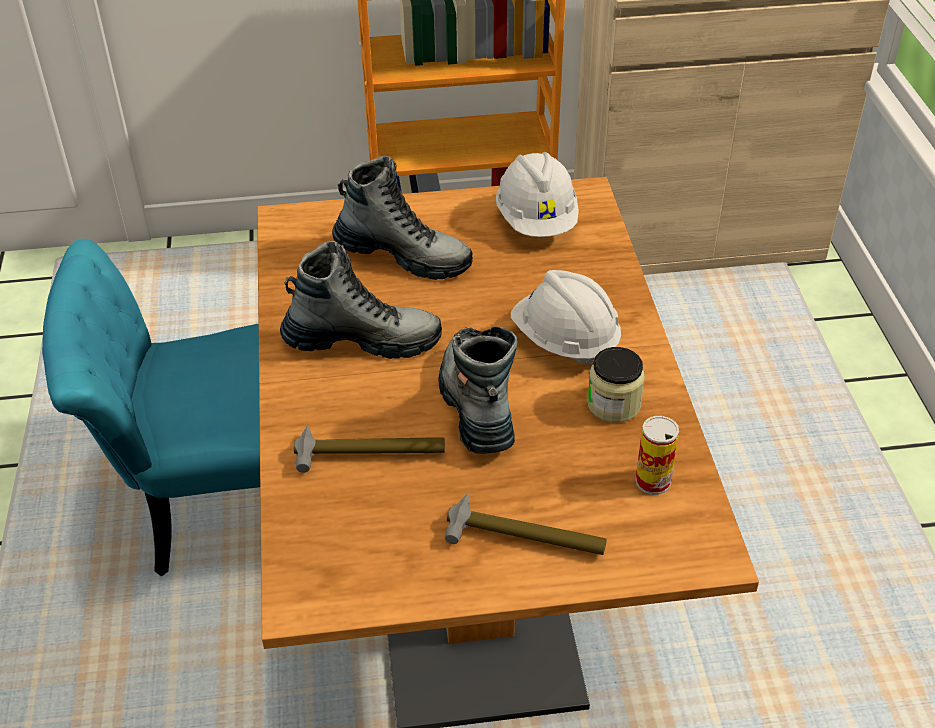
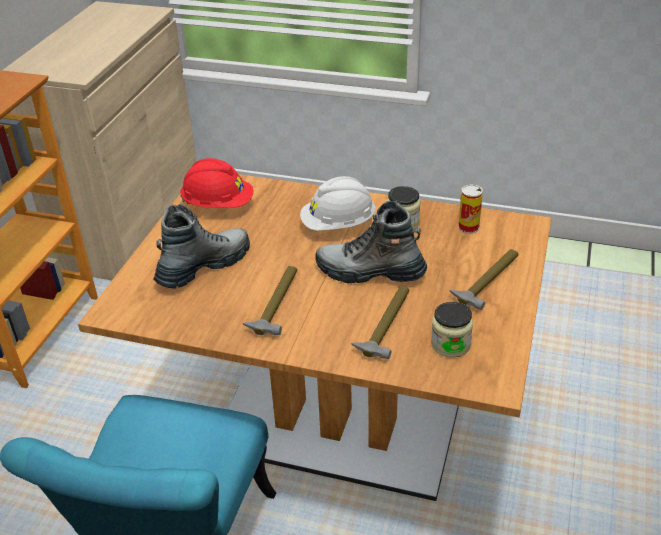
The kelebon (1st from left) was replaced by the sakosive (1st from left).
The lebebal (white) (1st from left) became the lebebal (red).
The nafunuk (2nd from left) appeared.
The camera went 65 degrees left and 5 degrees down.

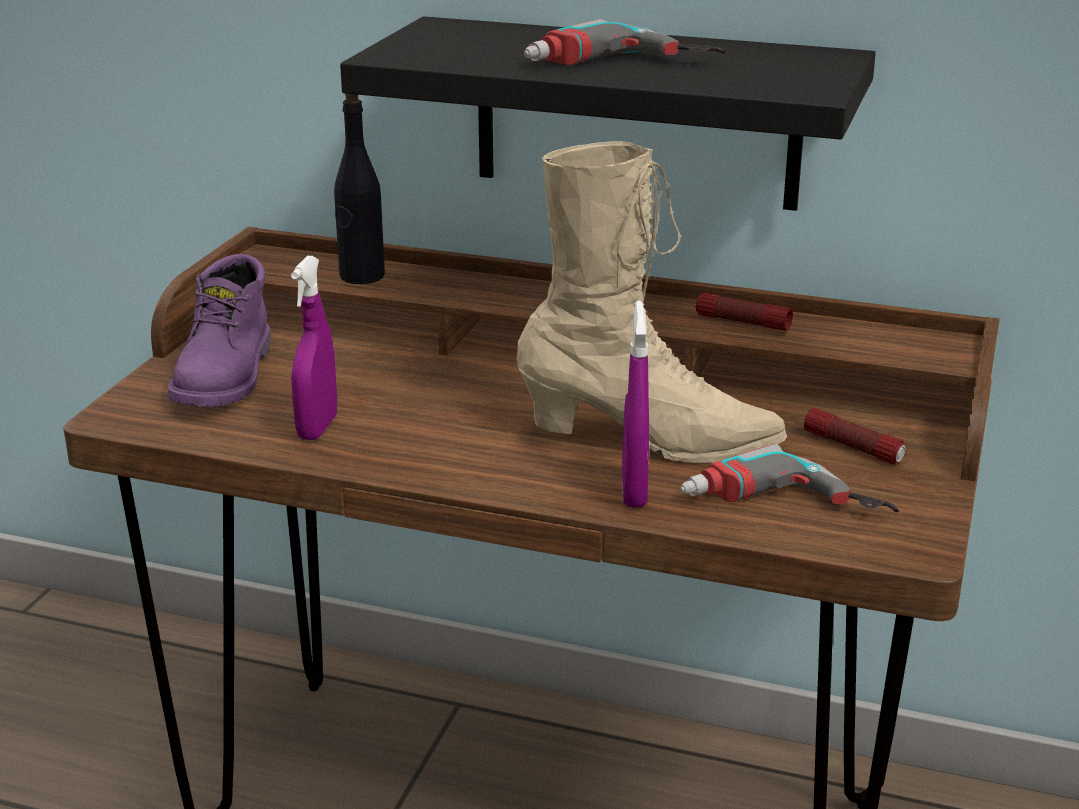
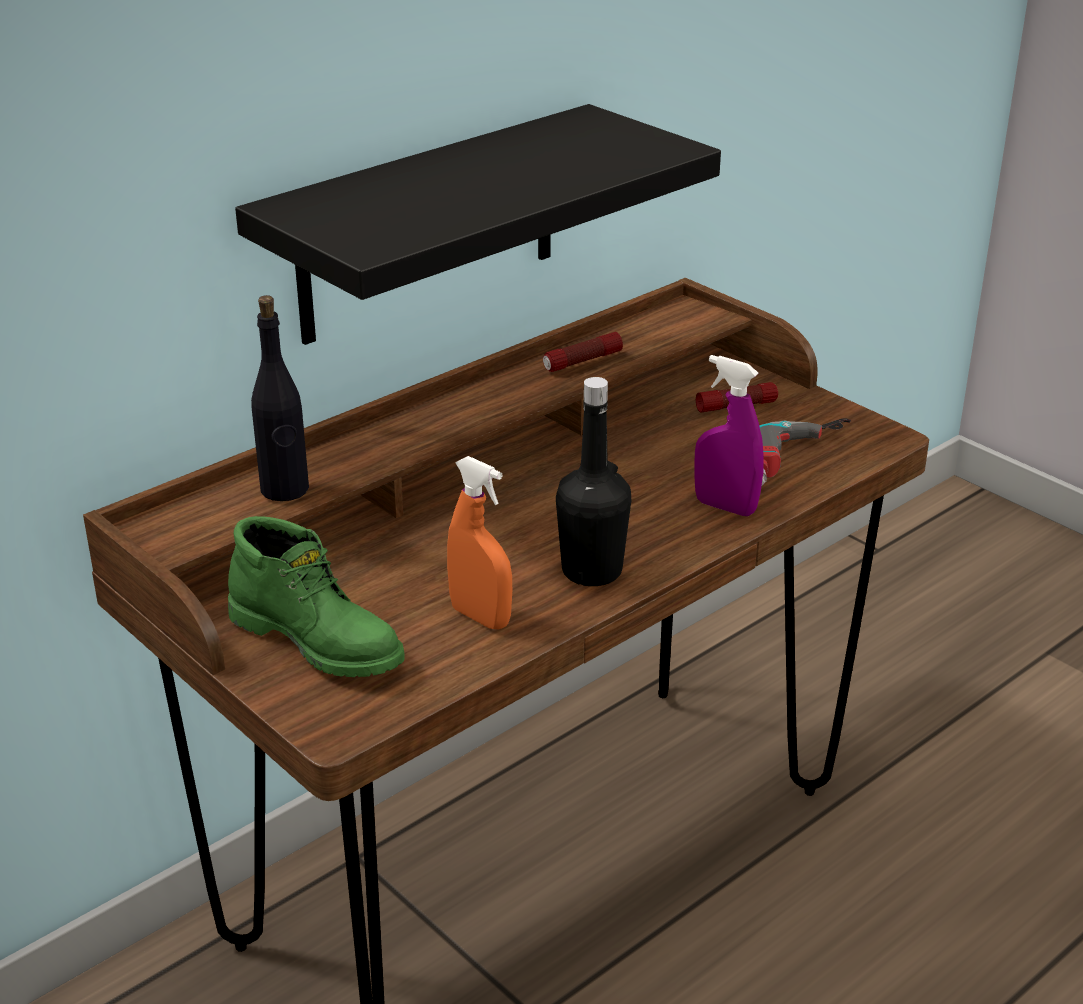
The kelebon (purple) became the kelebon (green).
The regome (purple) (1st from left) became the regome (orange).
The kelebon (beige) disappeared.
The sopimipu (1st from left) disappeared.
The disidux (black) (2nd from left) appeared.
The camera went 60 degrees left and 5 degrees up.

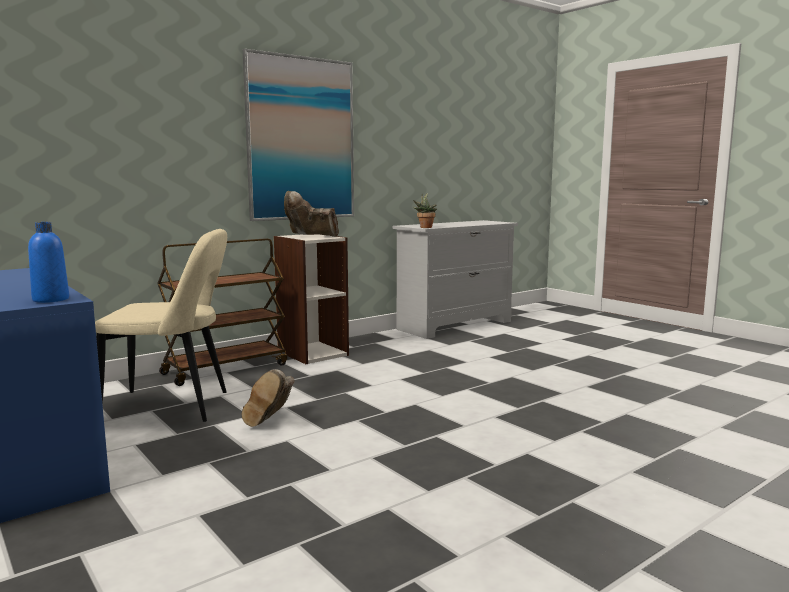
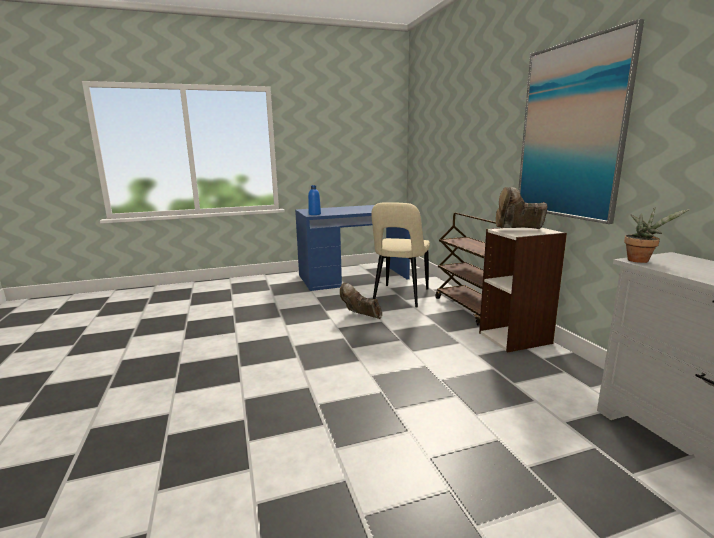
The kelebon (brown) (2nd from left) turned 120 degrees counterclockwise.
The camera went 110 degrees right and 5 degrees up.

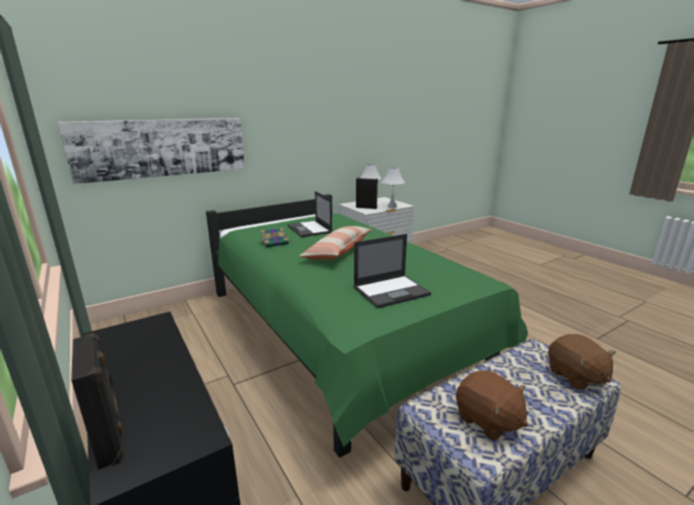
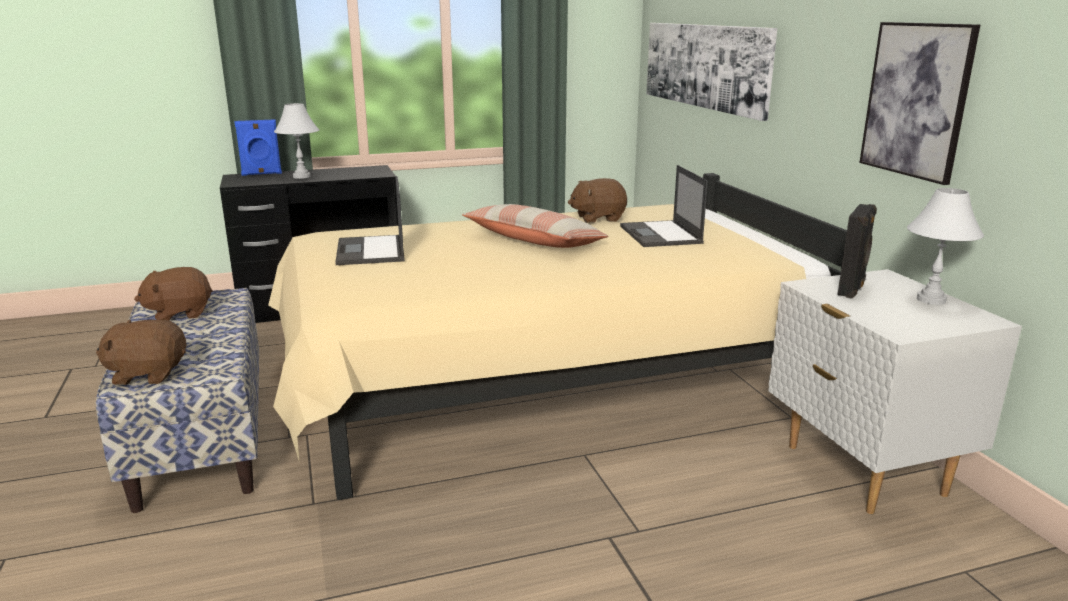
The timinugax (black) (1st from left) became the timinugax (blue).
The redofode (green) became the redofode (beige).
The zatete was replaced by the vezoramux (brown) (3rd from left).
The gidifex (1st from left in the first image) turned 90 degrees counterclockwise.
The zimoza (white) (2nd from left in the first image) moved.
The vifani (2nd from left) appeared.
The camera went 105 degrees right and 0 degrees up.

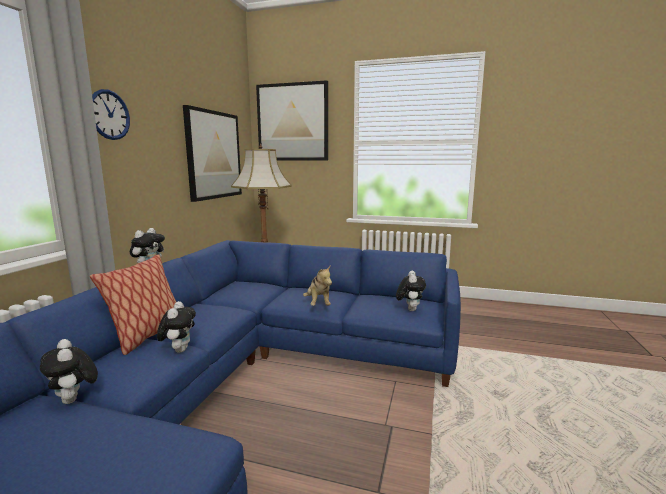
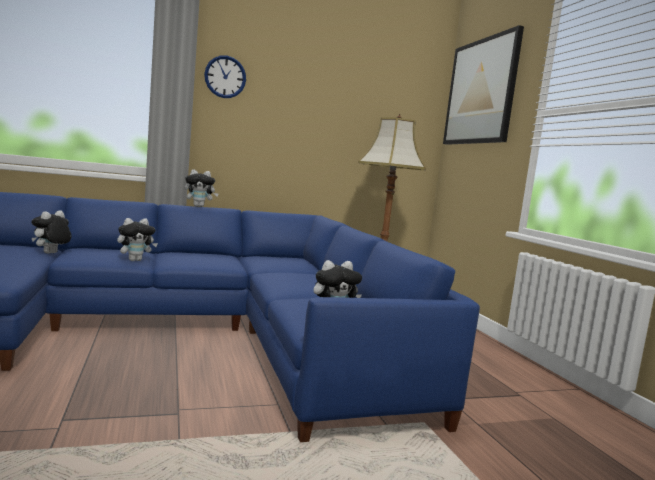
The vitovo disappeared.
The vifani (1st from left) disappeared.
The vezoramux (4th from left) disappeared.
The camera went 55 degrees right and 5 degrees down.

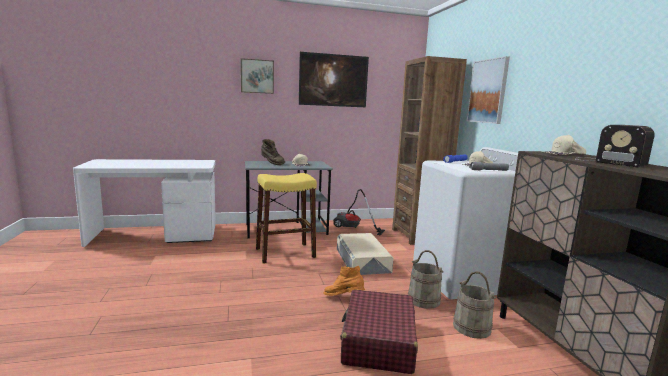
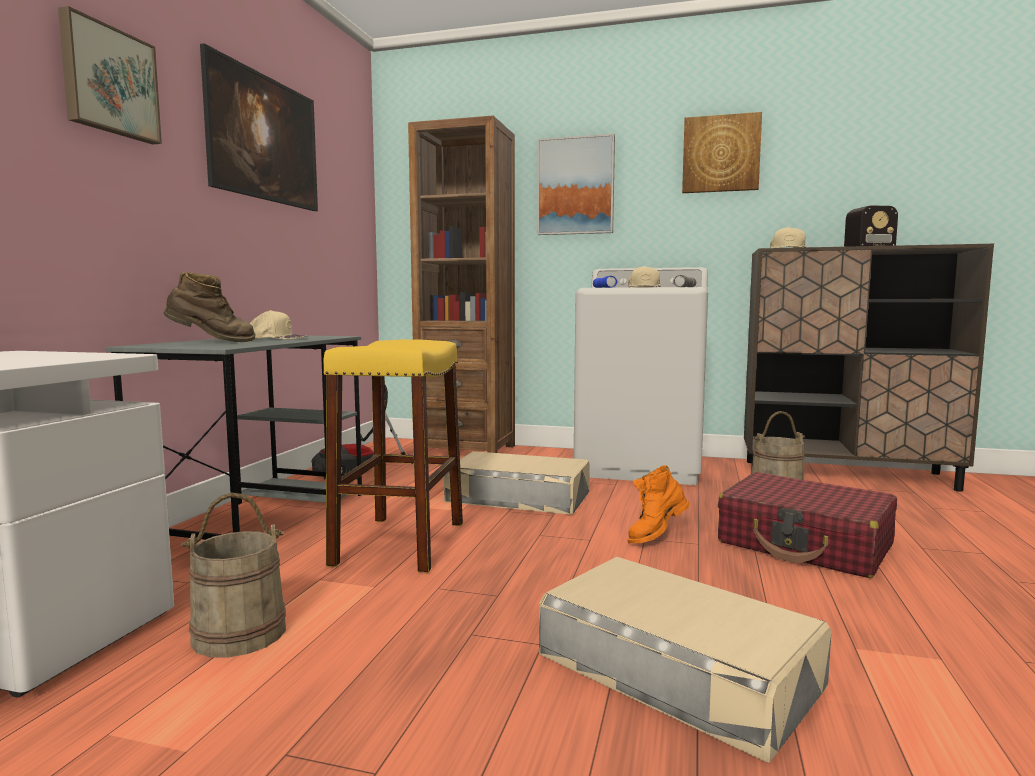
The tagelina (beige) (1st from left) moved.
The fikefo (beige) (2nd from left) appeared.
The vifani (4th from left) appeared.
The camera went 60 degrees left and 5 degrees down.

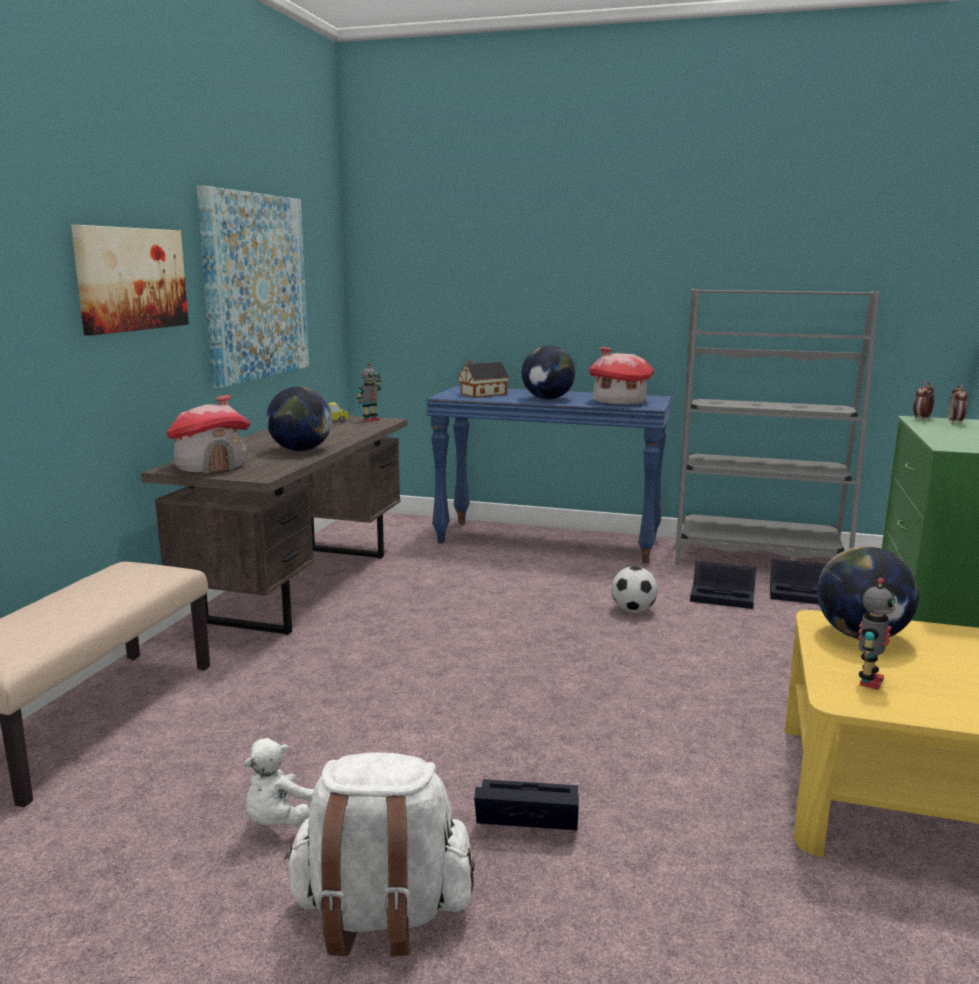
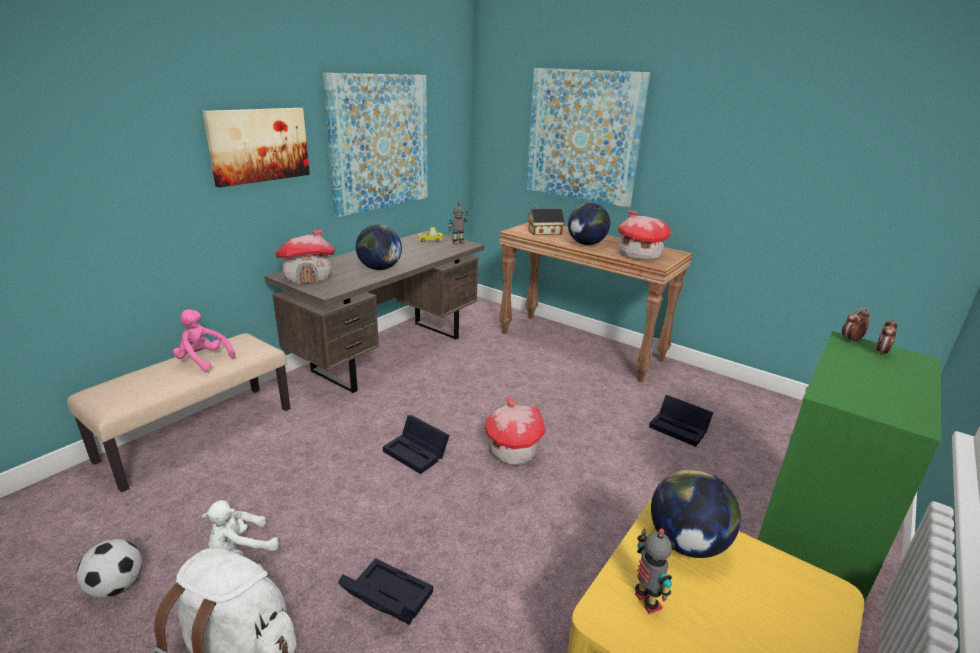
The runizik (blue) became the runizik (brown).
The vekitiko moved.
The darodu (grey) disappeared.
The fikefo (black) (3rd from left in the first image) moved.
The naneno (2nd from left) turned 75 degrees counterclockwise.
The vezoramux (pink) appeared.
The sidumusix (2nd from left) appeared.
The vifani (3rd from left) appeared.
The camera went 20 degrees right and 10 degrees up.

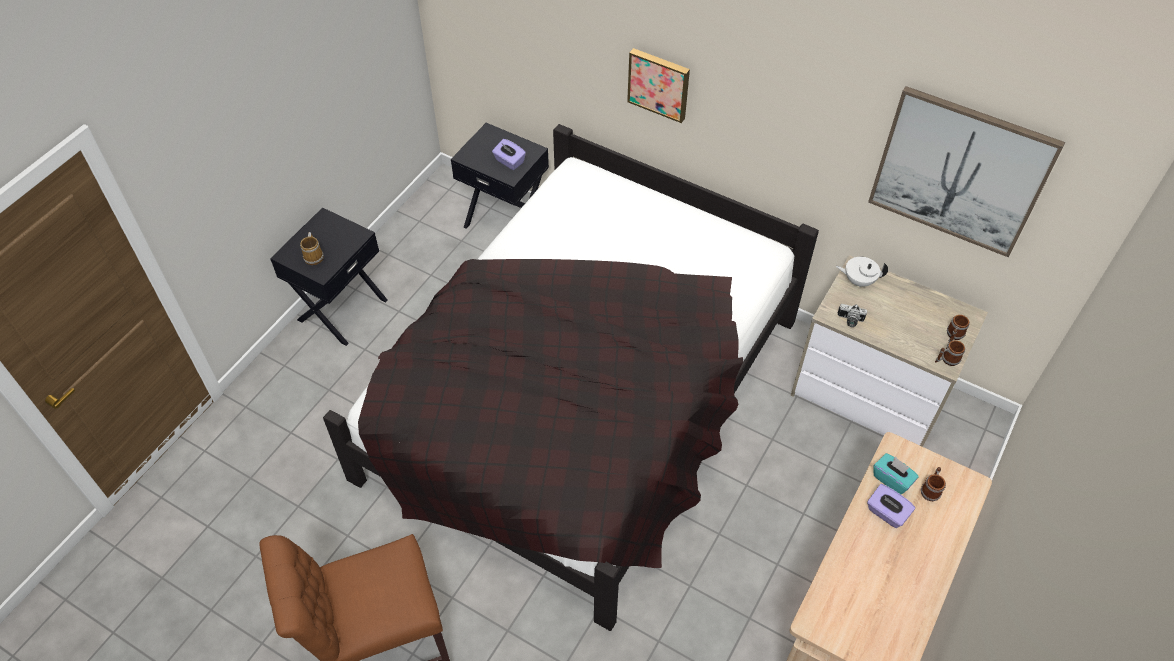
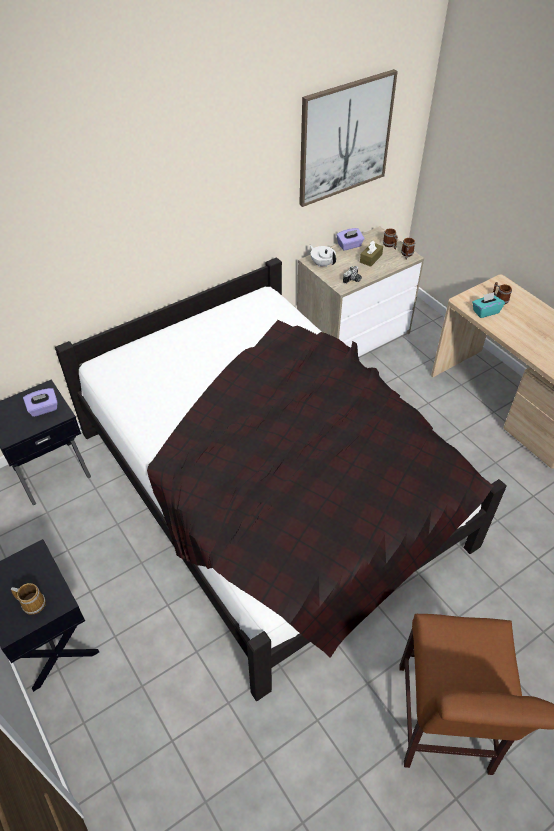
The vifani (1st from left) disappeared.
The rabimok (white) turned 105 degrees clockwise.
The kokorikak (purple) (2nd from left) moved.
The kokorikak (brown) appeared.
The camera went 65 degrees left and 5 degrees down.

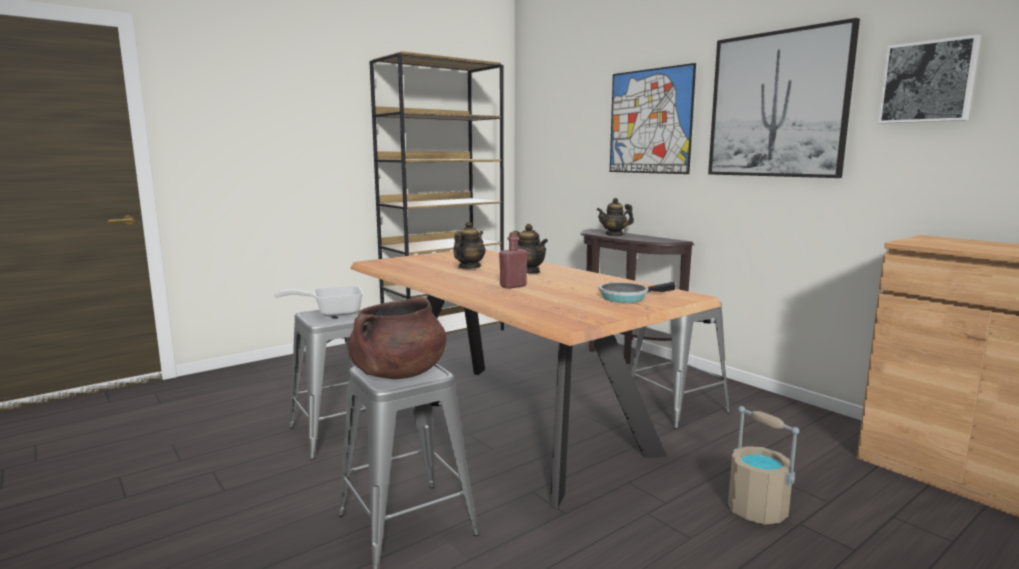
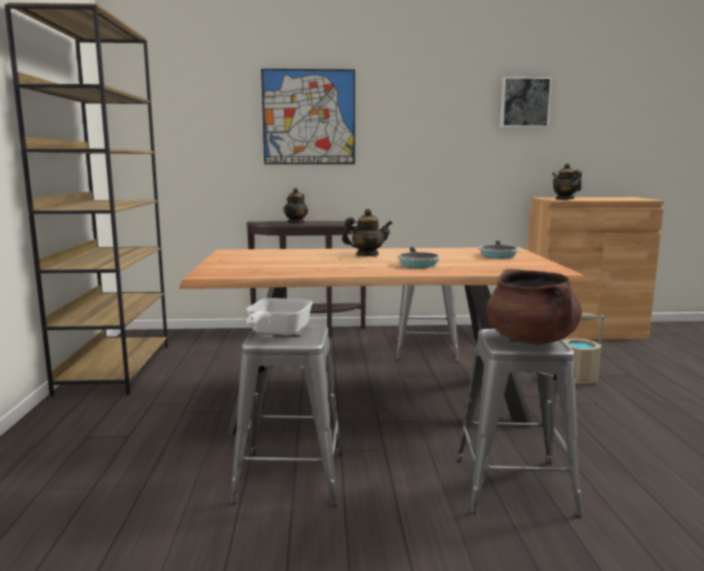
The rabimok (1st from left in the first image) moved.
The disidux (red) was replaced by the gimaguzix (2nd from left).
The vifani (2nd from left) disappeared.
The camera went 55 degrees left and 0 degrees up.

